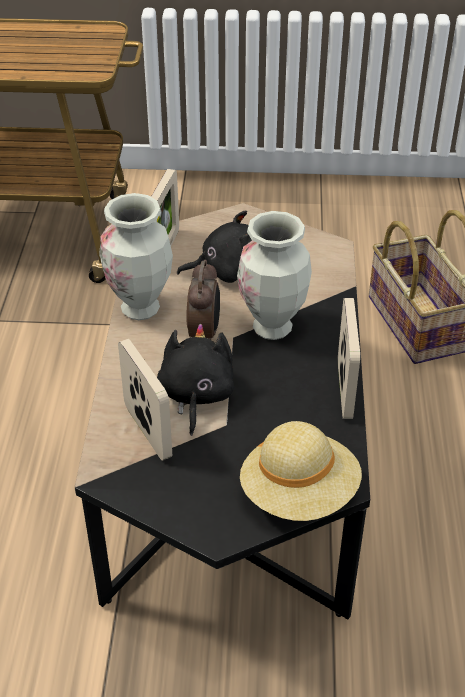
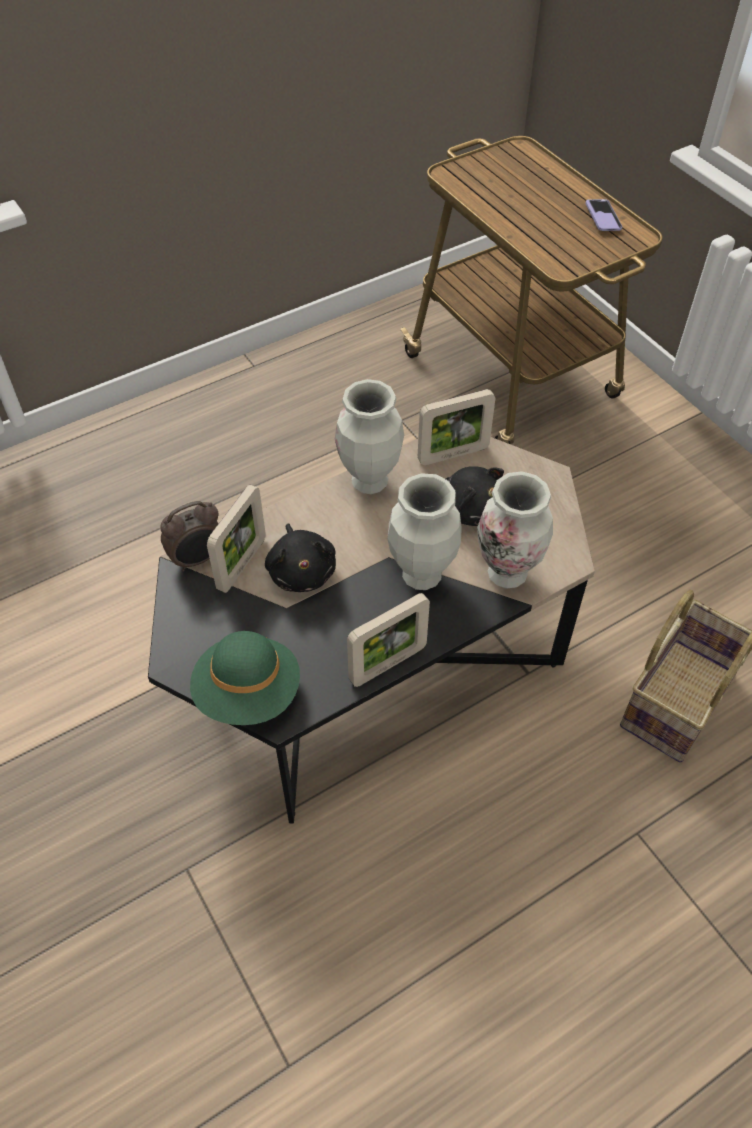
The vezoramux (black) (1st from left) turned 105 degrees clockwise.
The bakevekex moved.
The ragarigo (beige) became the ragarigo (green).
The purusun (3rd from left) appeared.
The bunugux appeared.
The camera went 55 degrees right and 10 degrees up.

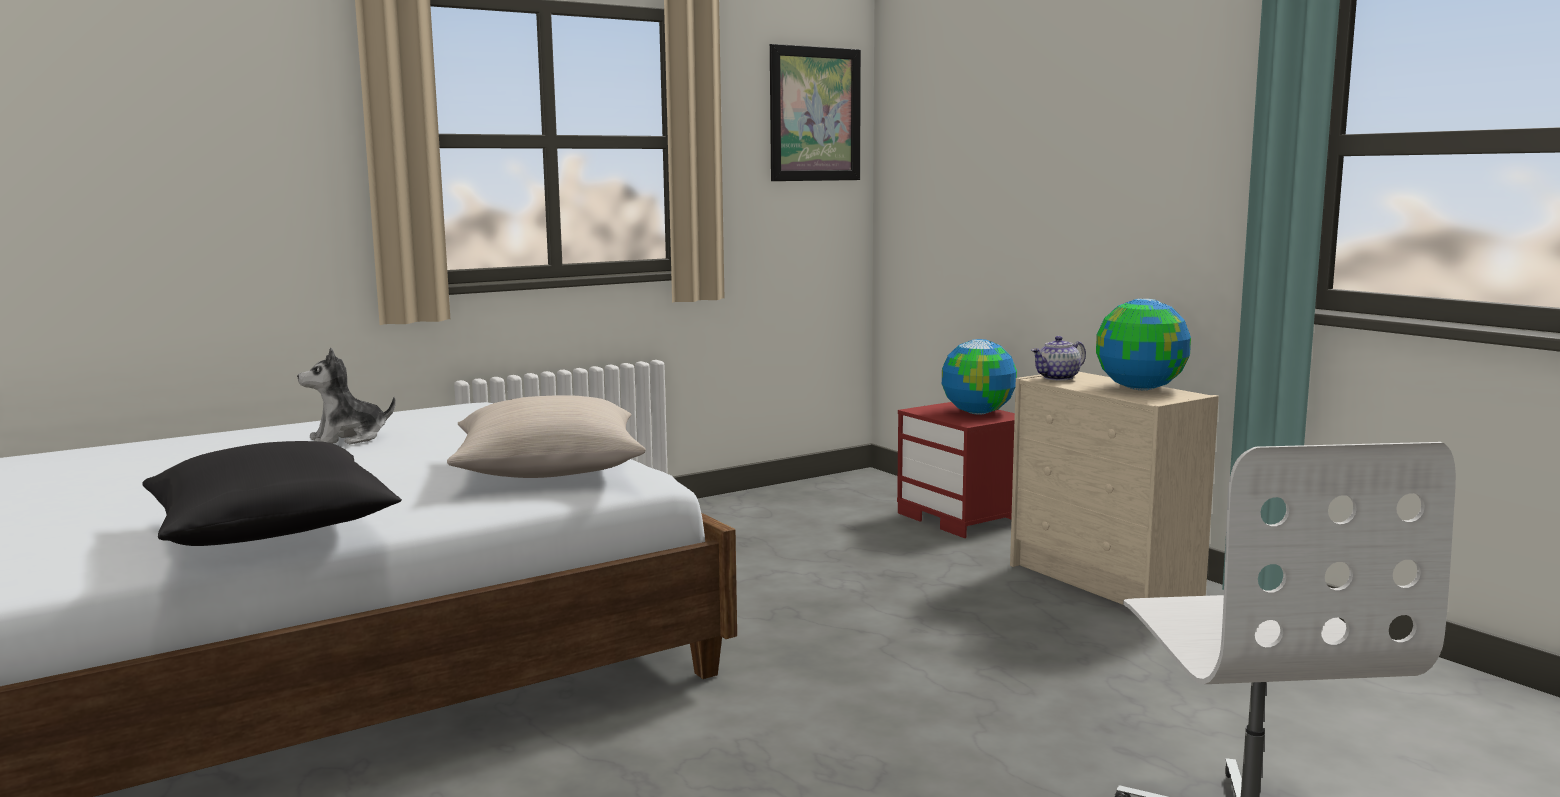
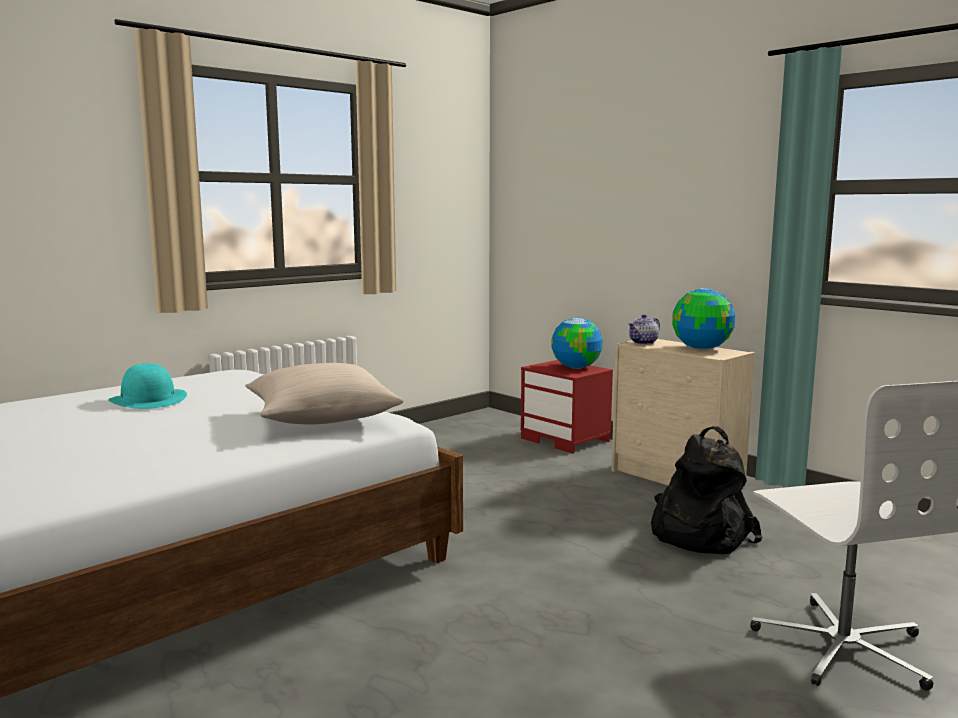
The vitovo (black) disappeared.
The vezoramux was replaced by the ragarigo (turquoise).
The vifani disappeared.
The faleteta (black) appeared.
The camera went 10 degrees left and 0 degrees up.

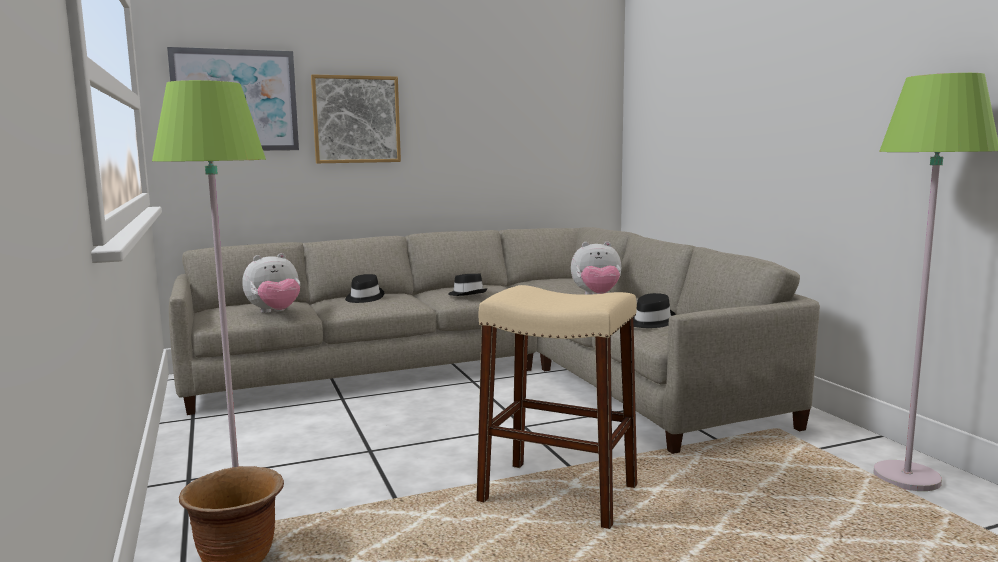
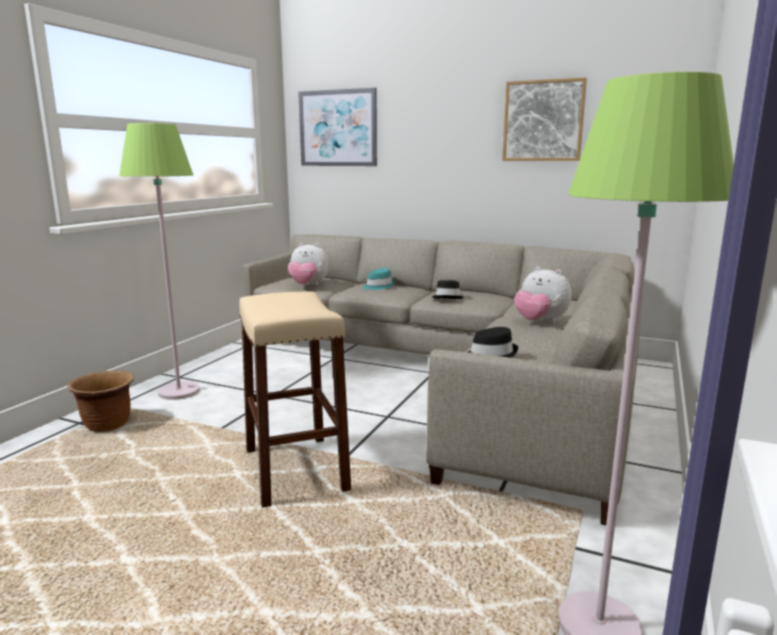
The vifani (2nd from left) moved.
The ragarigo (black) (1st from left) became the ragarigo (turquoise).
The camera went 45 degrees right and 5 degrees up.

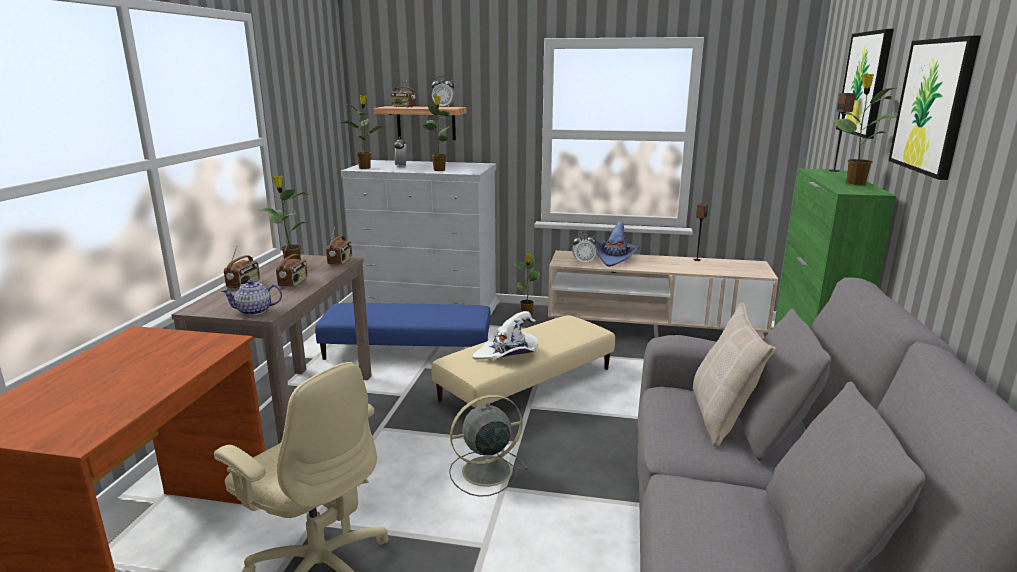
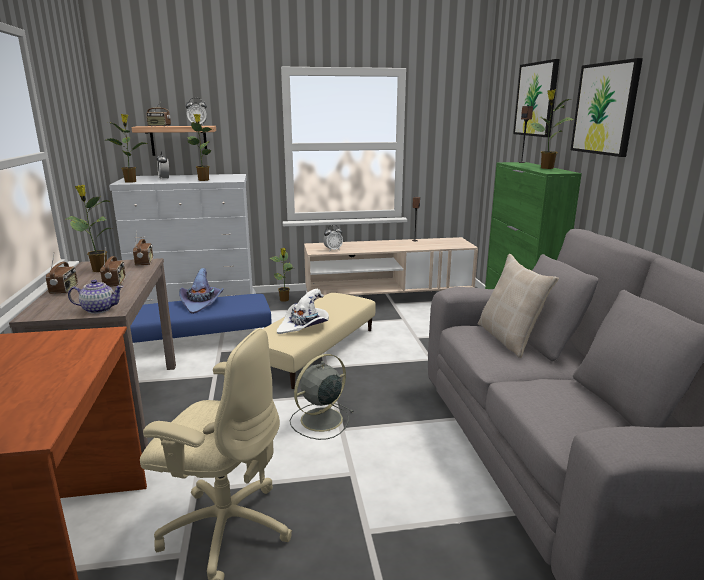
The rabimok turned 150 degrees counterclockwise.
The ragarigo (purple) moved.
The camera went 20 degrees left and 0 degrees up.

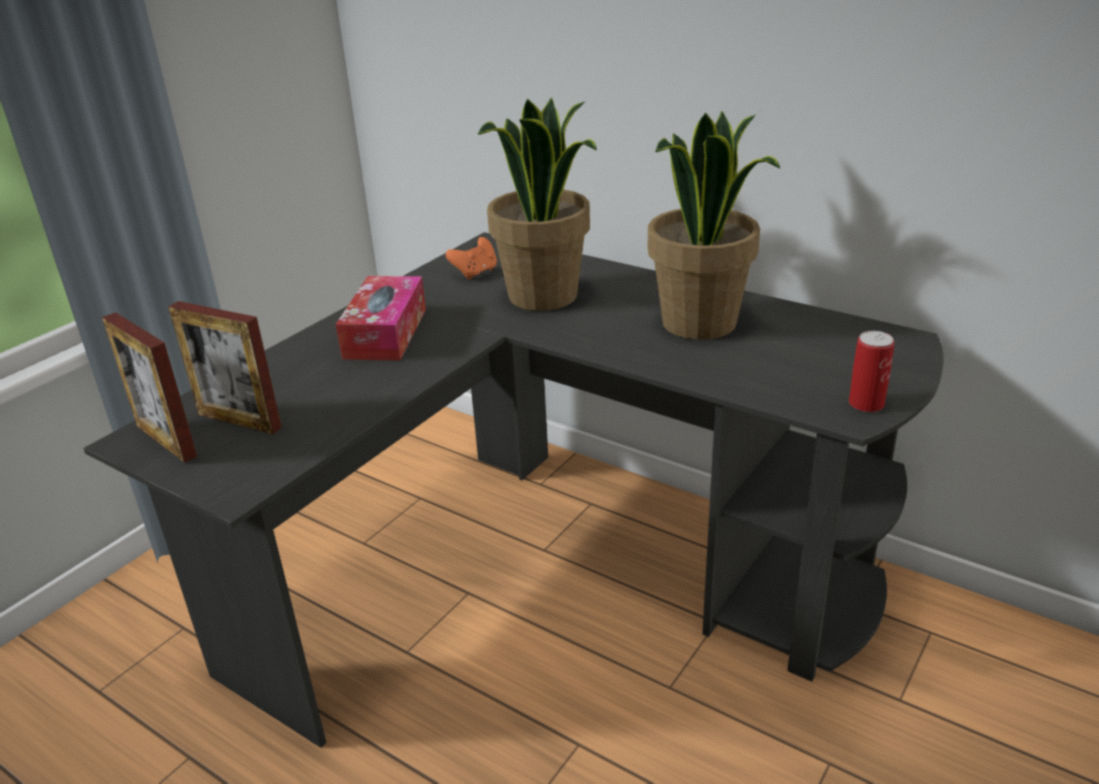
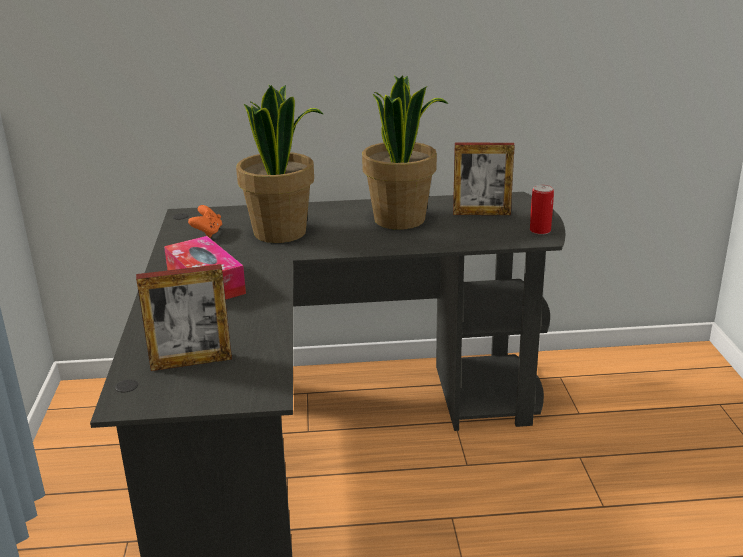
The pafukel (1st from left in the first image) moved.
The camera went 40 degrees left and 5 degrees down.

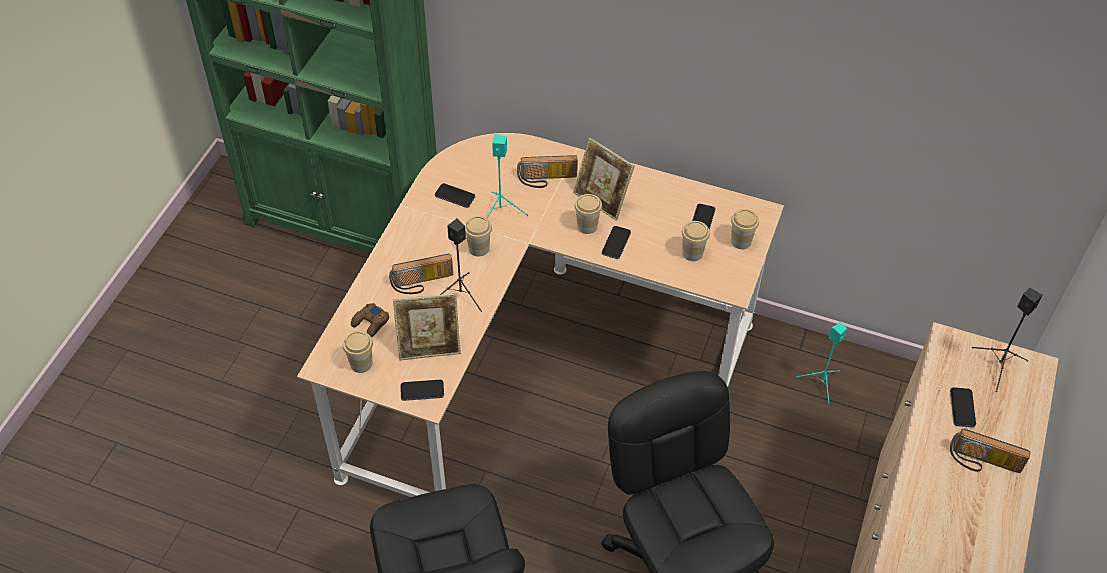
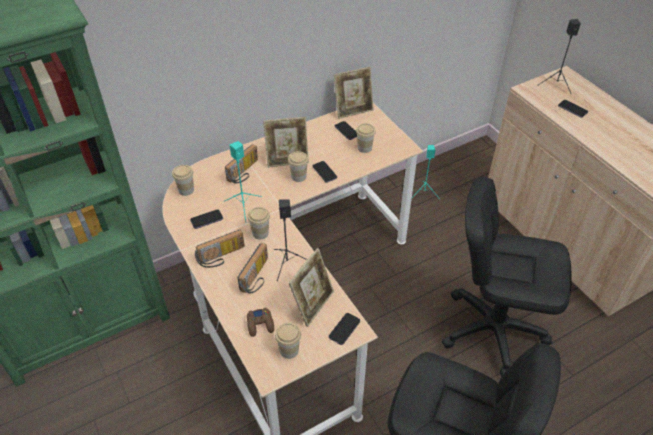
The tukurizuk (5th from left in the first image) moved.
The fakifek (3rd from left in the first image) moved.
The pafukel (3rd from left) appeared.
The camera went 50 degrees left and 5 degrees down.

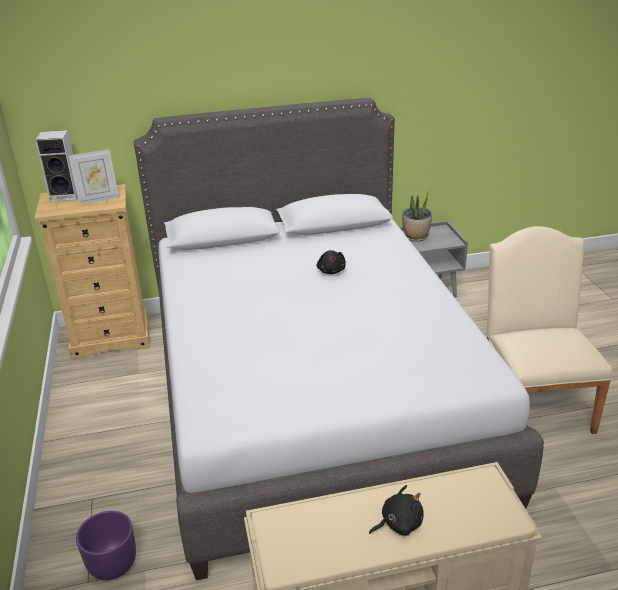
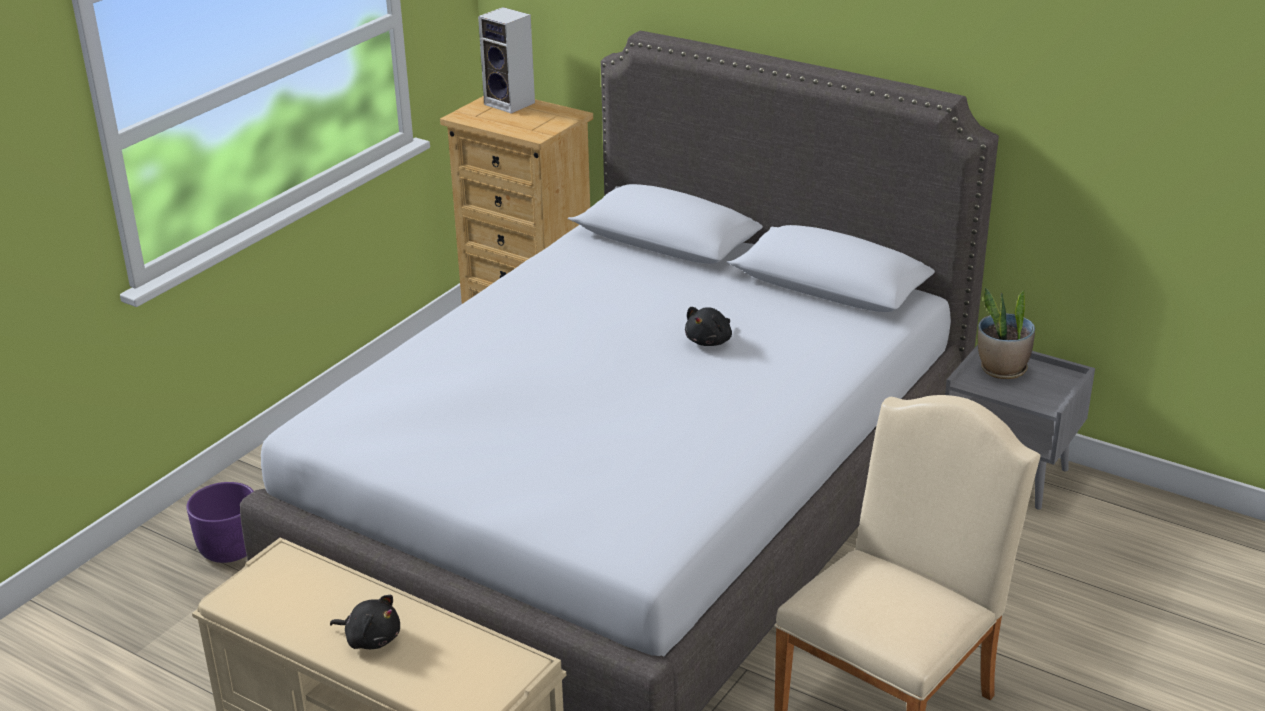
The pafukel disappeared.
The camera went 45 degrees right and 0 degrees up.

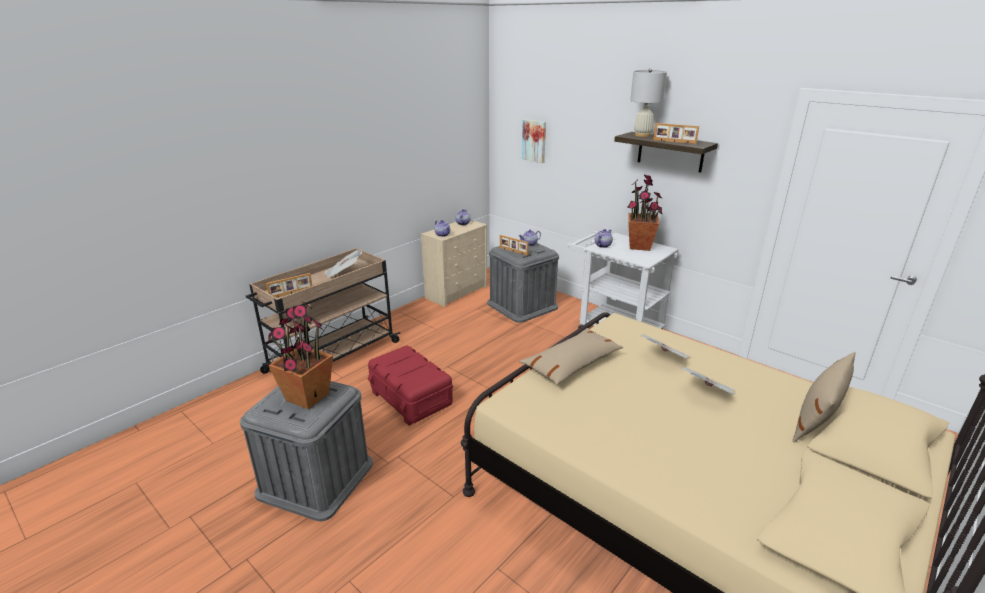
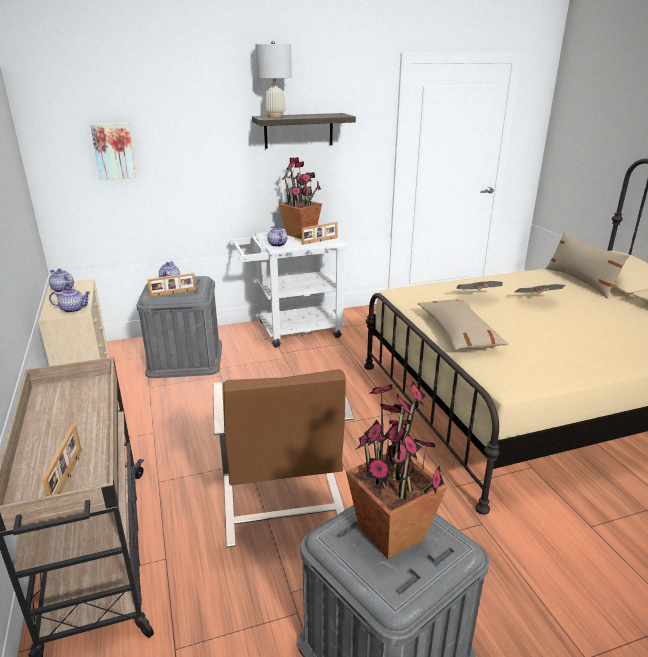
The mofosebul (1st from left) disappeared.
The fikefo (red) was replaced by the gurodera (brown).
The pafukel (3rd from left) moved.
The camera went 60 degrees left and 0 degrees up.

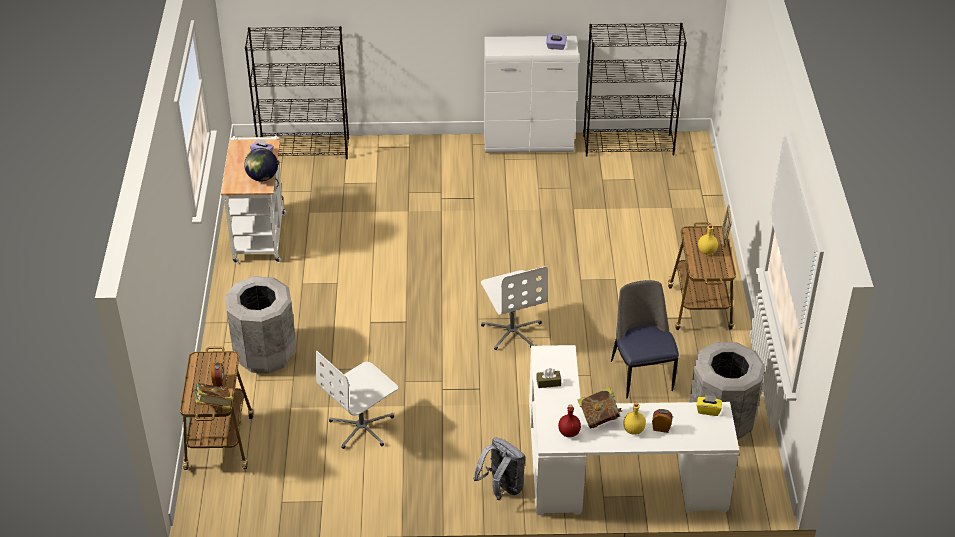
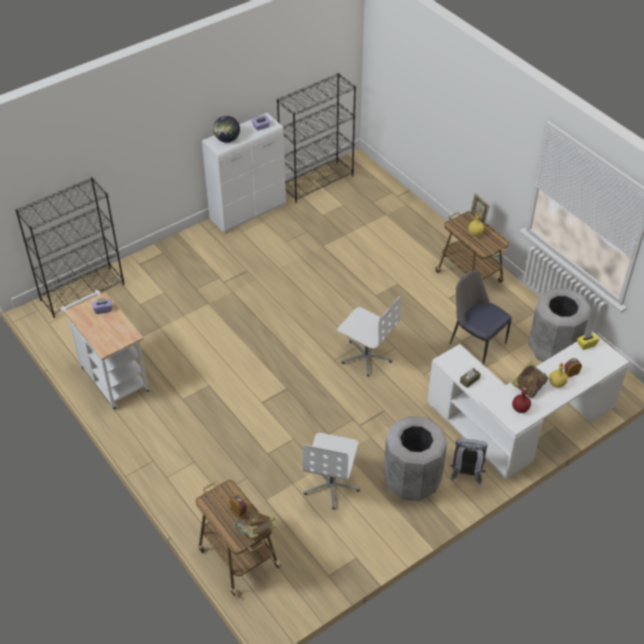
The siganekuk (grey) (1st from left) moved.
The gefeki moved.
The camera went 35 degrees left and 5 degrees up.

